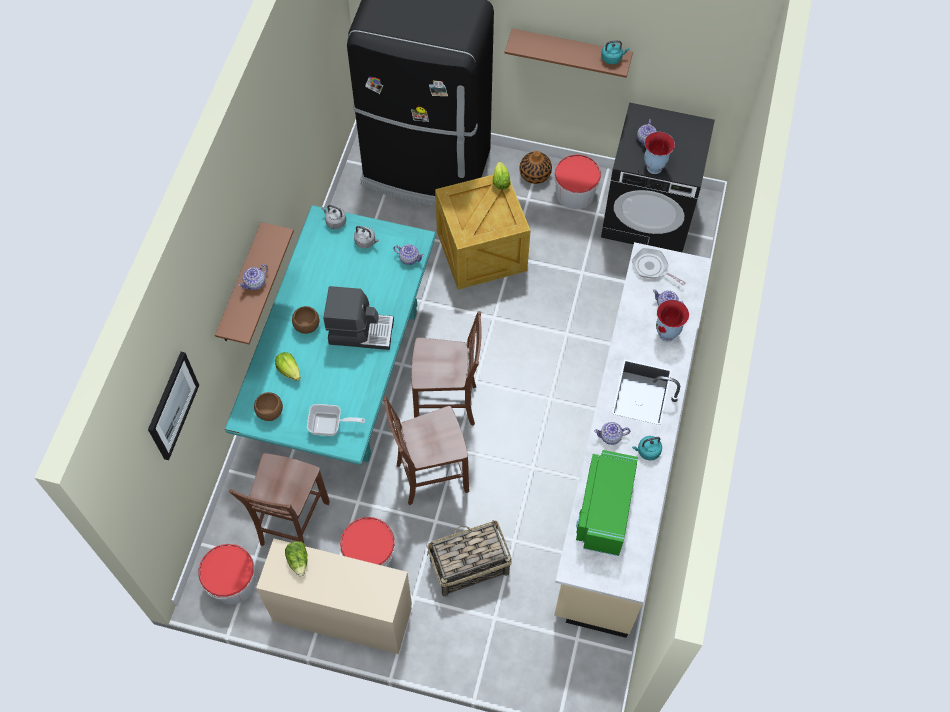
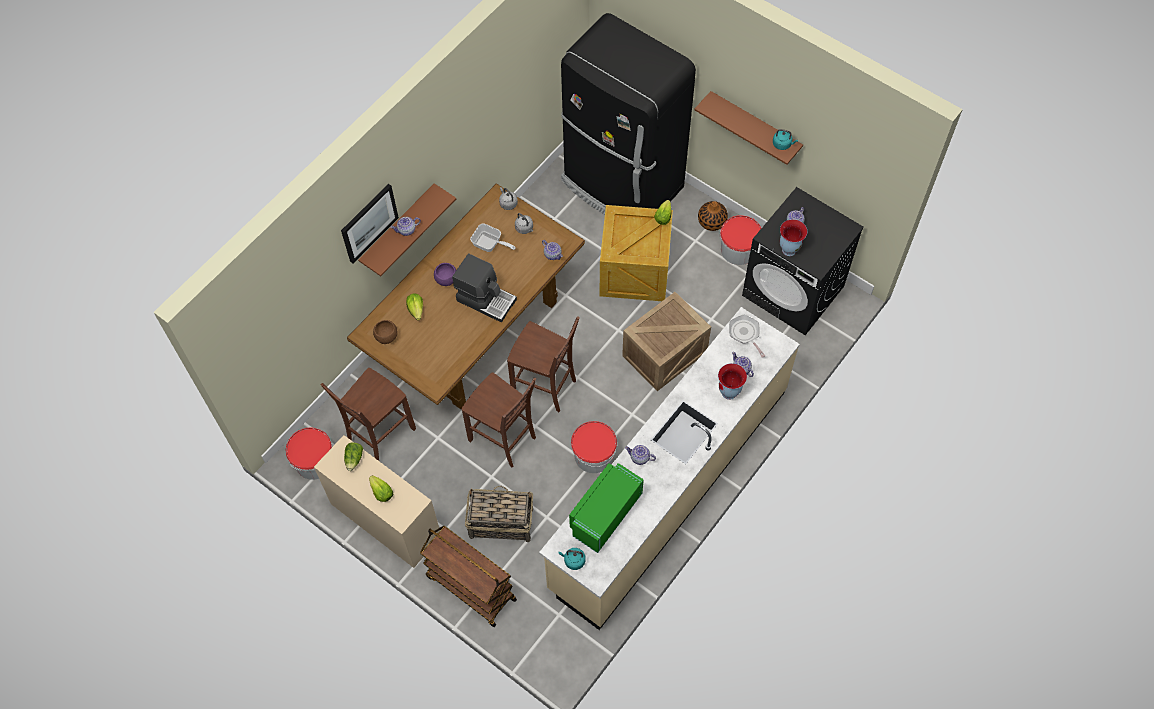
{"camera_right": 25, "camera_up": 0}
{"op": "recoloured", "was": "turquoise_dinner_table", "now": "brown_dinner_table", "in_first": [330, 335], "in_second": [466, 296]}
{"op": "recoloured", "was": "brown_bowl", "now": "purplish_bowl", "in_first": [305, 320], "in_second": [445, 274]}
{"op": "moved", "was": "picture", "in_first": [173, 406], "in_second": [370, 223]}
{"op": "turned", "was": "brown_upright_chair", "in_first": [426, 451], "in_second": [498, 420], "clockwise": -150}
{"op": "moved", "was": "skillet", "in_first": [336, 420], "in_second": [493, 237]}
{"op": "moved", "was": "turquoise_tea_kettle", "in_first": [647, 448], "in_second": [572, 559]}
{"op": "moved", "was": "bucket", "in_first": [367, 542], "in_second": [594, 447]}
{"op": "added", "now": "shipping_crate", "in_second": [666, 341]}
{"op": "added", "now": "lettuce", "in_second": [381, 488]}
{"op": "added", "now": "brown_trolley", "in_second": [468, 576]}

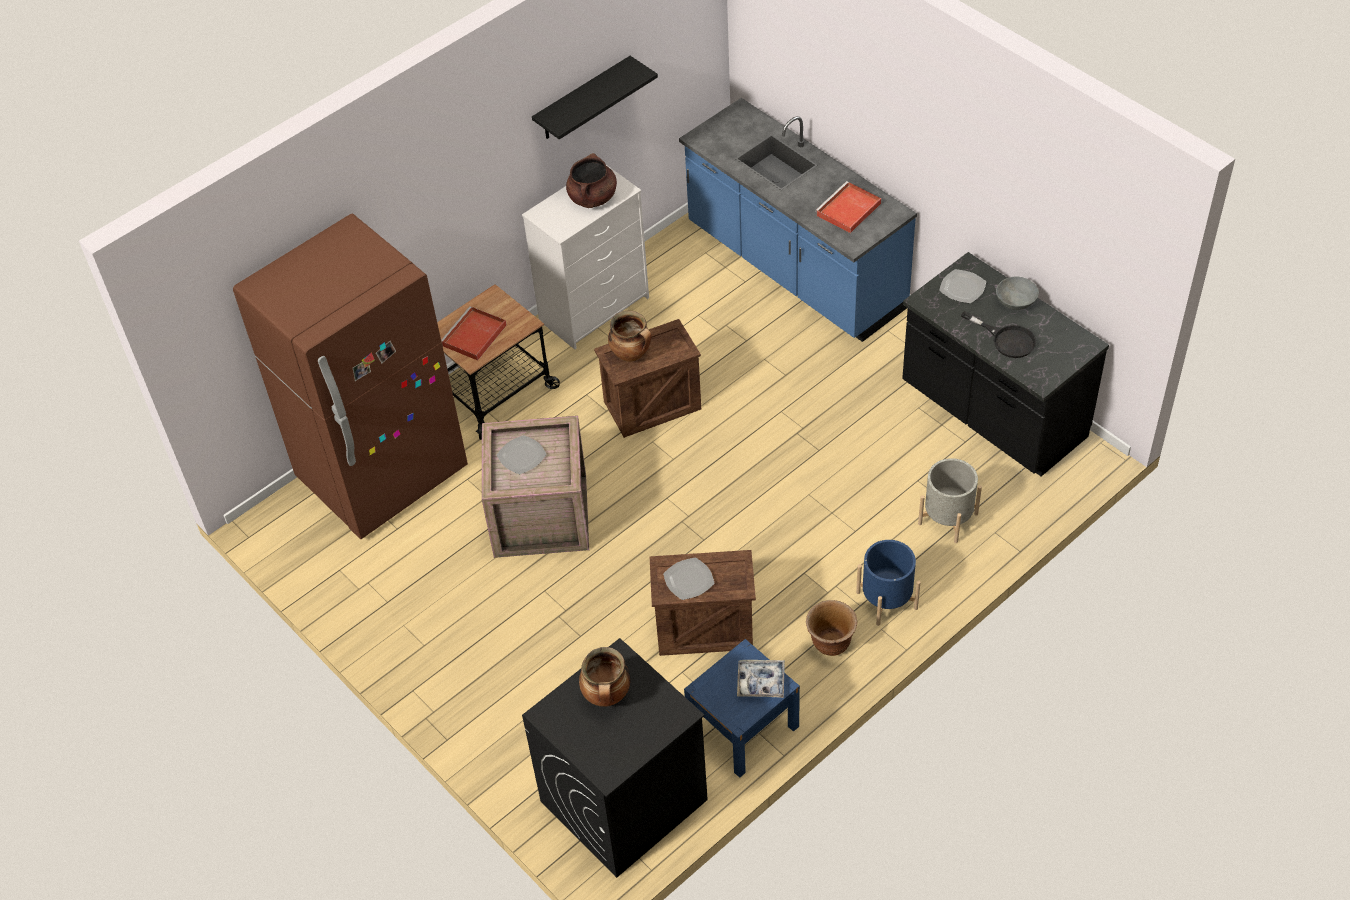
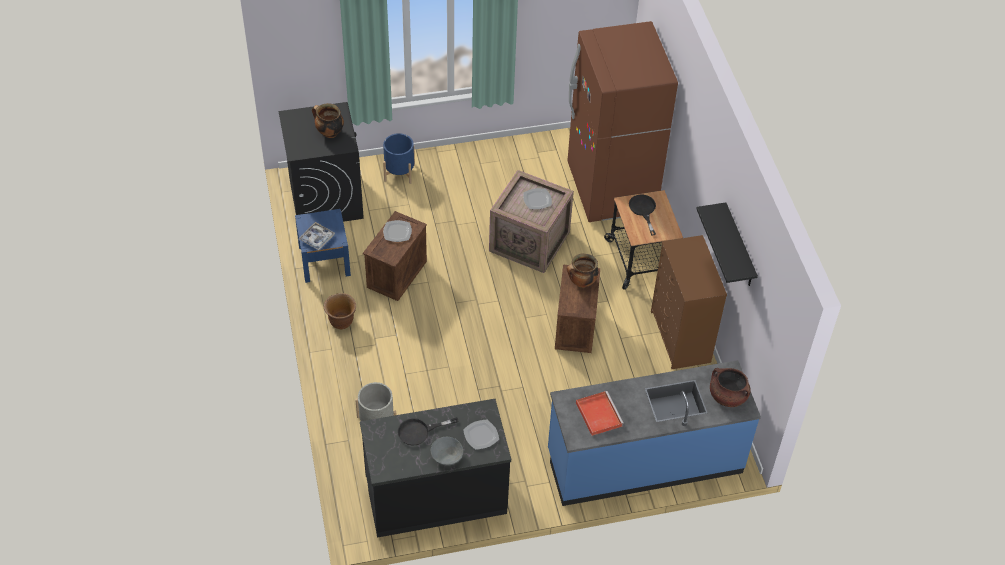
{"camera_right": 115, "camera_up": 0}
{"op": "moved", "was": "brown_saucepot", "in_first": [591, 180], "in_second": [730, 387]}
{"op": "recoloured", "was": "whitish_chest_of_drawers", "now": "brown_chest_of_drawers", "in_first": [585, 257], "in_second": [689, 302]}
{"op": "replaced", "was": "red-coloured_tray", "now": "black_skillet", "in_first": [474, 333], "in_second": [642, 215]}
{"op": "moved", "was": "blue-coloured_flower_pot", "in_first": [888, 583], "in_second": [399, 158]}

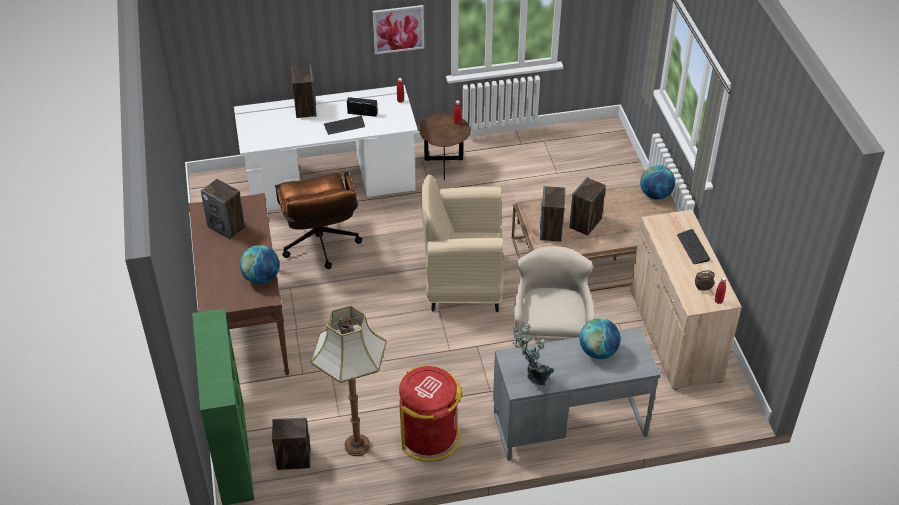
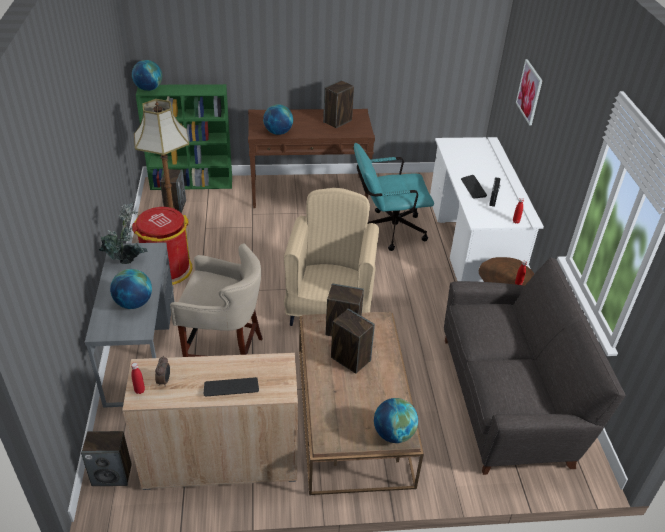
{"camera_right": 95, "camera_up": -5}
{"op": "moved", "was": "picture", "in_first": [398, 29], "in_second": [529, 92]}
{"op": "moved", "was": "loudspeaker", "in_first": [304, 91], "in_second": [106, 458]}
{"op": "recoloured", "was": "brown_desk_chair", "now": "turquoise_desk_chair", "in_first": [318, 220], "in_second": [394, 197]}
{"op": "added", "now": "desk_globe", "in_second": [147, 75]}
{"op": "added", "now": "greyish_sofa", "in_second": [535, 366]}

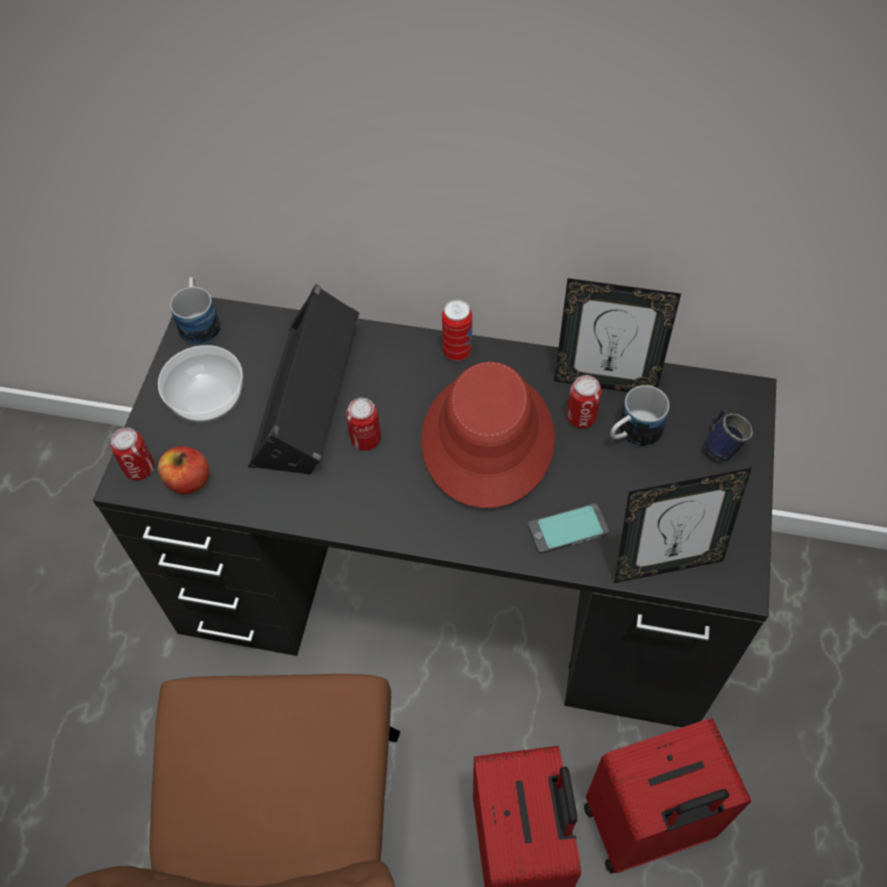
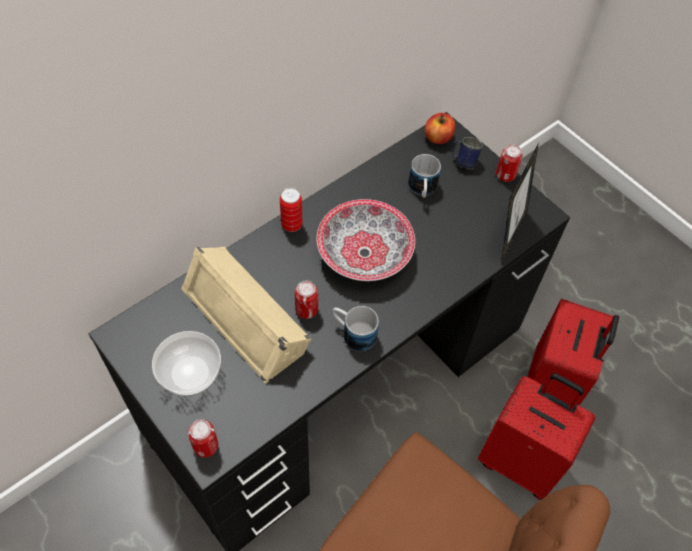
{"camera_right": -55, "camera_up": 0}
{"op": "moved", "was": "mug", "in_first": [195, 311], "in_second": [355, 328]}
{"op": "removed", "was": "picture_frame", "in_first": [617, 335]}
{"op": "recoloured", "was": "black_loudspeaker", "now": "beige-coloured_loudspeaker", "in_first": [303, 379], "in_second": [246, 315]}
{"op": "replaced", "was": "red-coloured_hat", "now": "bowl", "in_first": [488, 435], "in_second": [365, 240]}
{"op": "moved", "was": "can", "in_first": [584, 401], "in_second": [509, 163]}
{"op": "moved", "was": "whole_apple", "in_first": [183, 470], "in_second": [440, 128]}
{"op": "removed", "was": "telephone", "in_first": [568, 529]}

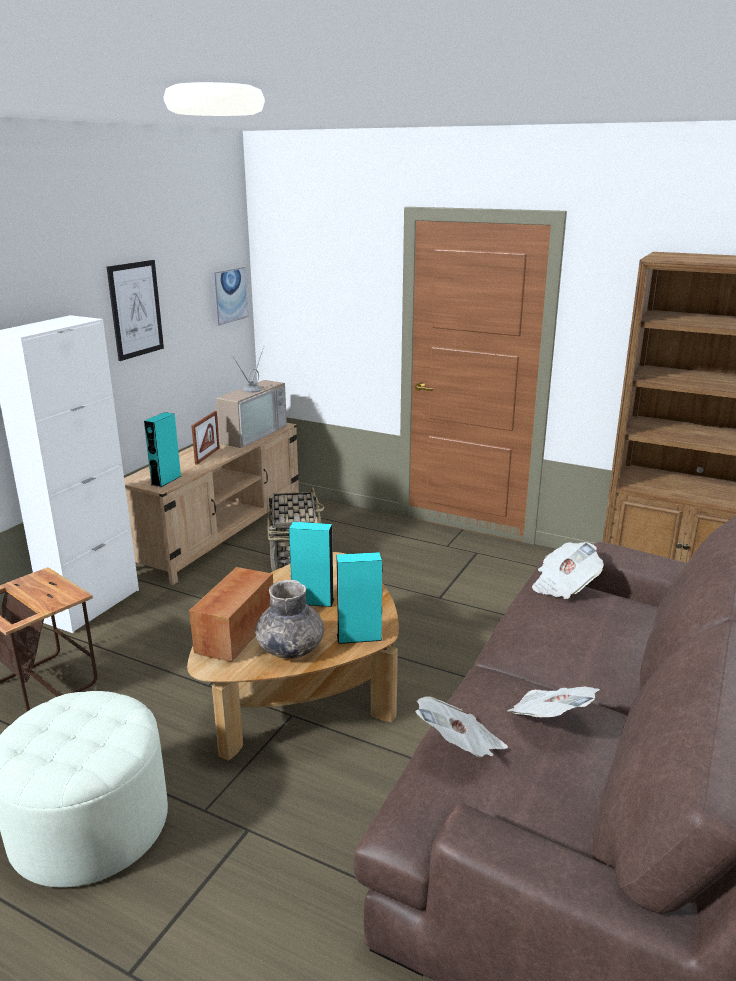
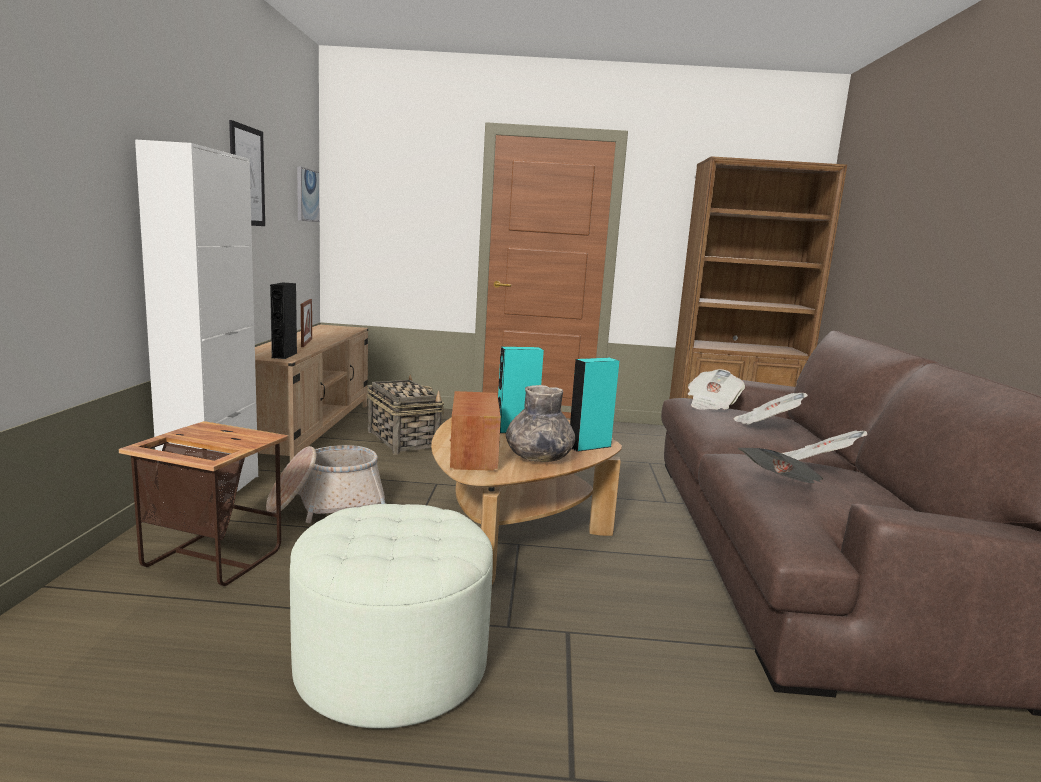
{"camera_right": -25, "camera_up": -10}
{"op": "removed", "was": "TV", "in_first": [251, 397]}
{"op": "recoloured", "was": "turquoise_loudspeaker", "now": "black_loudspeaker", "in_first": [162, 449], "in_second": [283, 321]}
{"op": "added", "now": "newspaper", "in_second": [771, 409]}
{"op": "added", "now": "household_basket", "in_second": [326, 484]}

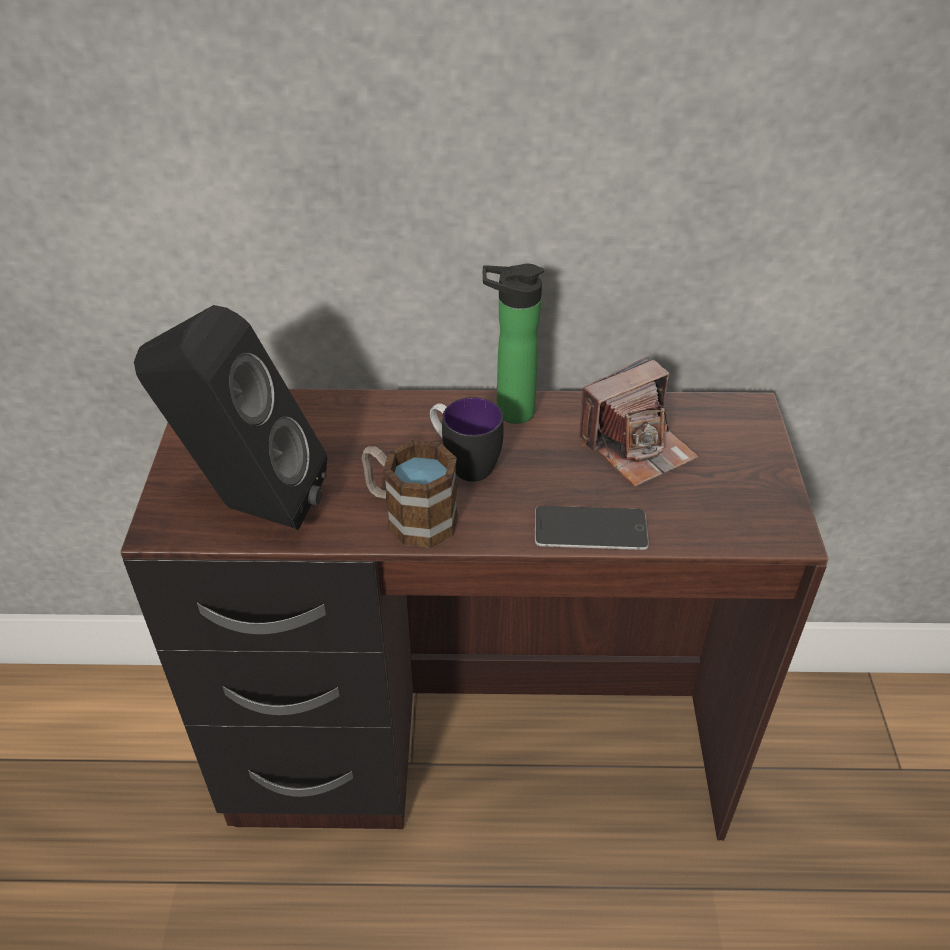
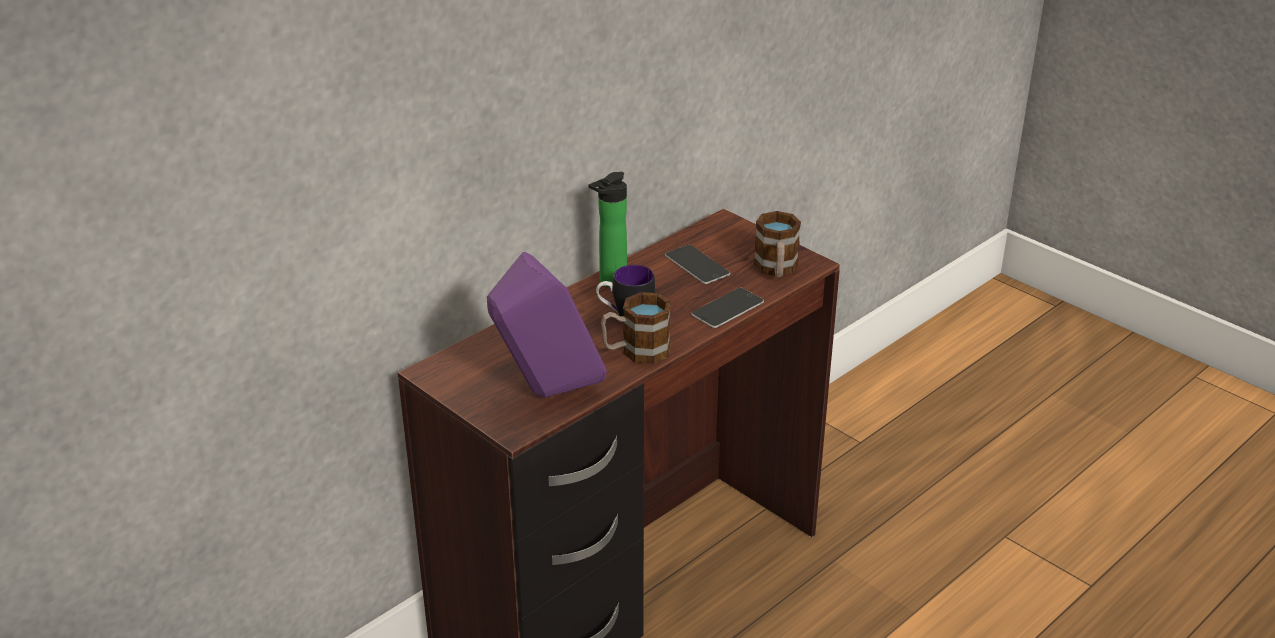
{"camera_right": -45, "camera_up": -10}
{"op": "recoloured", "was": "black_loudspeaker", "now": "purplish_loudspeaker", "in_first": [230, 417], "in_second": [547, 325]}
{"op": "replaced", "was": "still_camera", "now": "telephone", "in_first": [639, 421], "in_second": [697, 264]}
{"op": "added", "now": "mug", "in_second": [777, 244]}

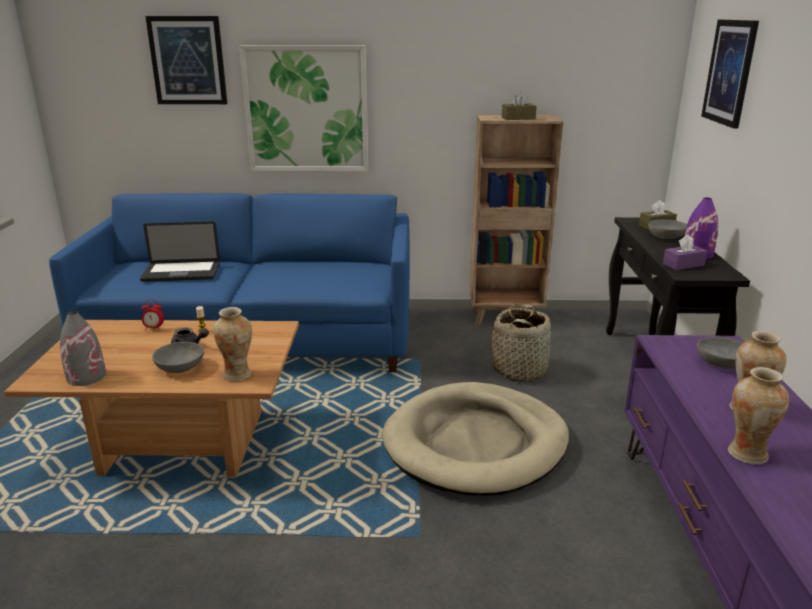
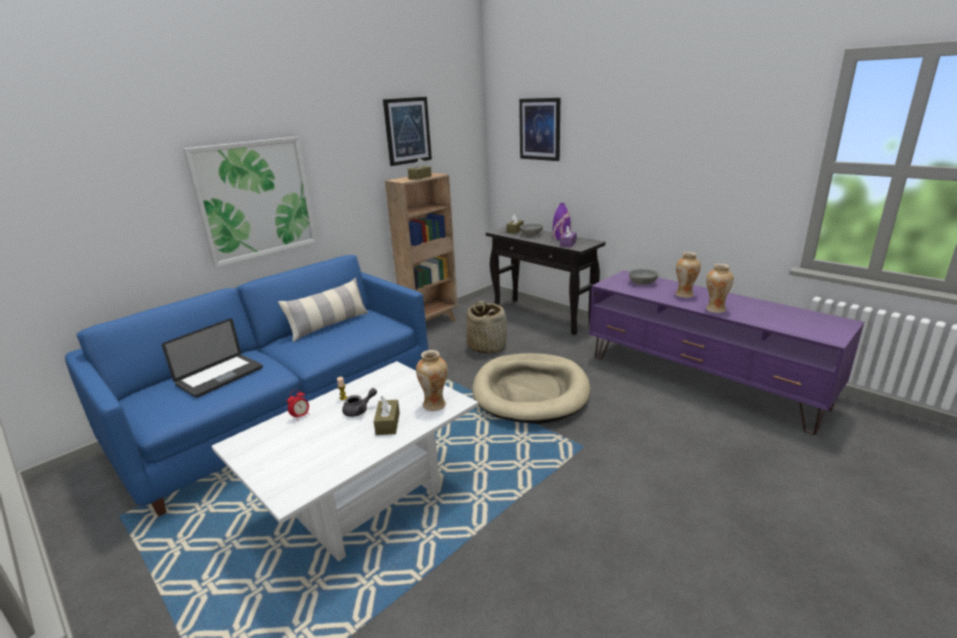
{"camera_right": -45, "camera_up": 0}
{"op": "moved", "was": "picture", "in_first": [186, 60], "in_second": [407, 131]}
{"op": "removed", "was": "greyish_vase", "in_first": [83, 348]}
{"op": "recoloured", "was": "brown_coffee_table", "now": "whitish_coffee_table", "in_first": [151, 398], "in_second": [345, 461]}
{"op": "replaced", "was": "greyish_bowl", "now": "brown_box_of_tissues", "in_first": [178, 357], "in_second": [387, 415]}
{"op": "added", "now": "throw_pillow", "in_second": [323, 310]}

